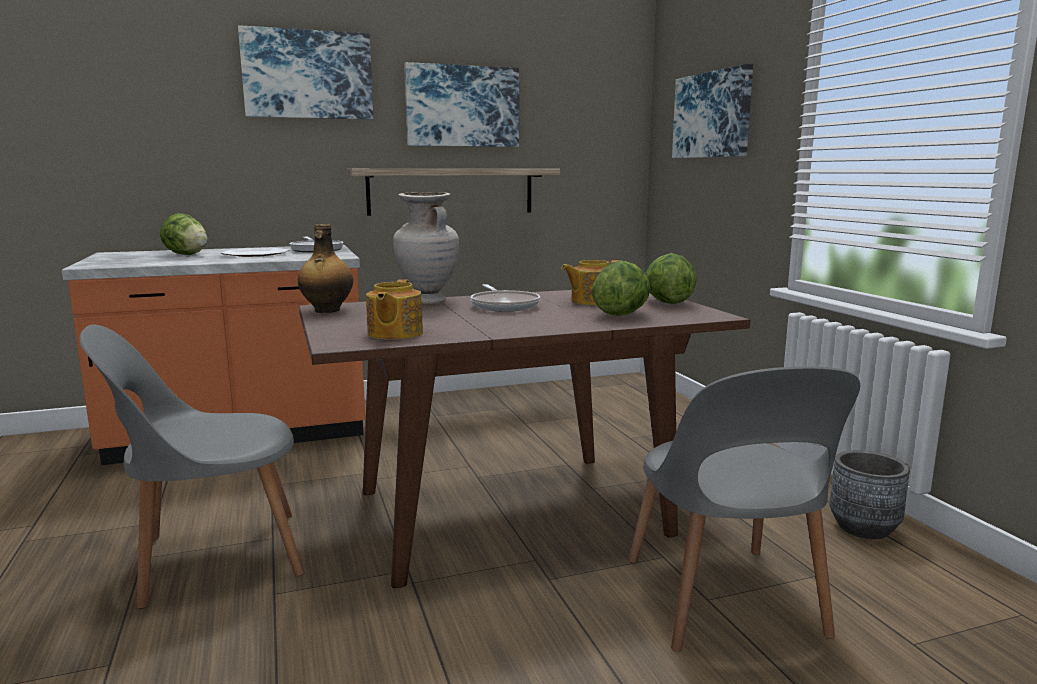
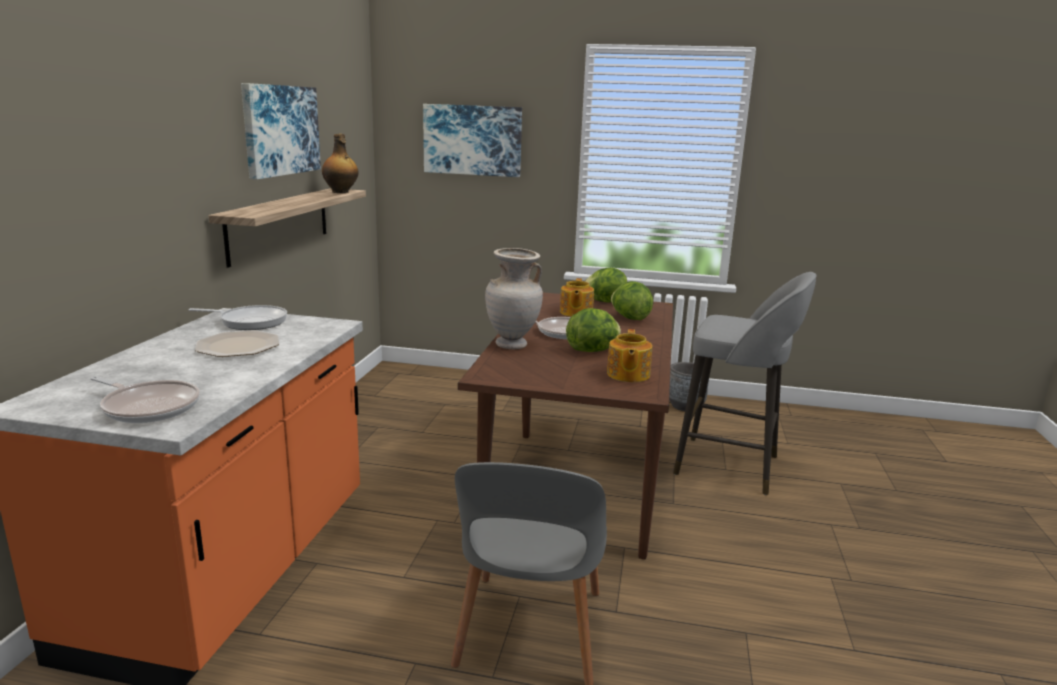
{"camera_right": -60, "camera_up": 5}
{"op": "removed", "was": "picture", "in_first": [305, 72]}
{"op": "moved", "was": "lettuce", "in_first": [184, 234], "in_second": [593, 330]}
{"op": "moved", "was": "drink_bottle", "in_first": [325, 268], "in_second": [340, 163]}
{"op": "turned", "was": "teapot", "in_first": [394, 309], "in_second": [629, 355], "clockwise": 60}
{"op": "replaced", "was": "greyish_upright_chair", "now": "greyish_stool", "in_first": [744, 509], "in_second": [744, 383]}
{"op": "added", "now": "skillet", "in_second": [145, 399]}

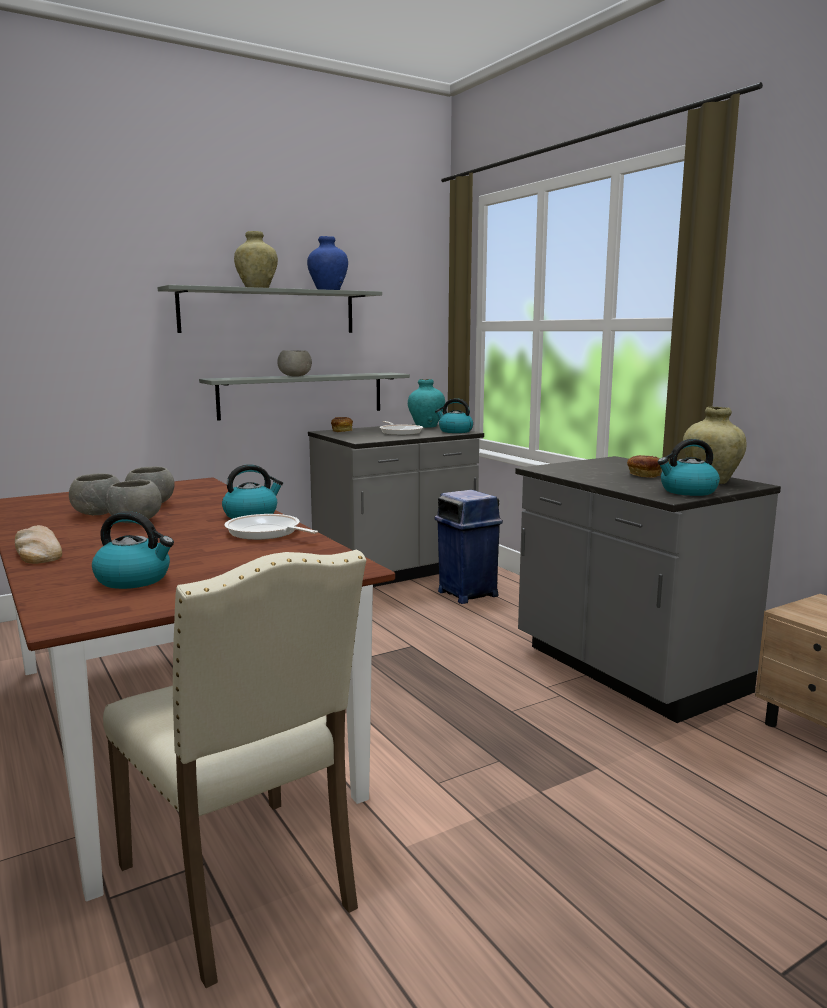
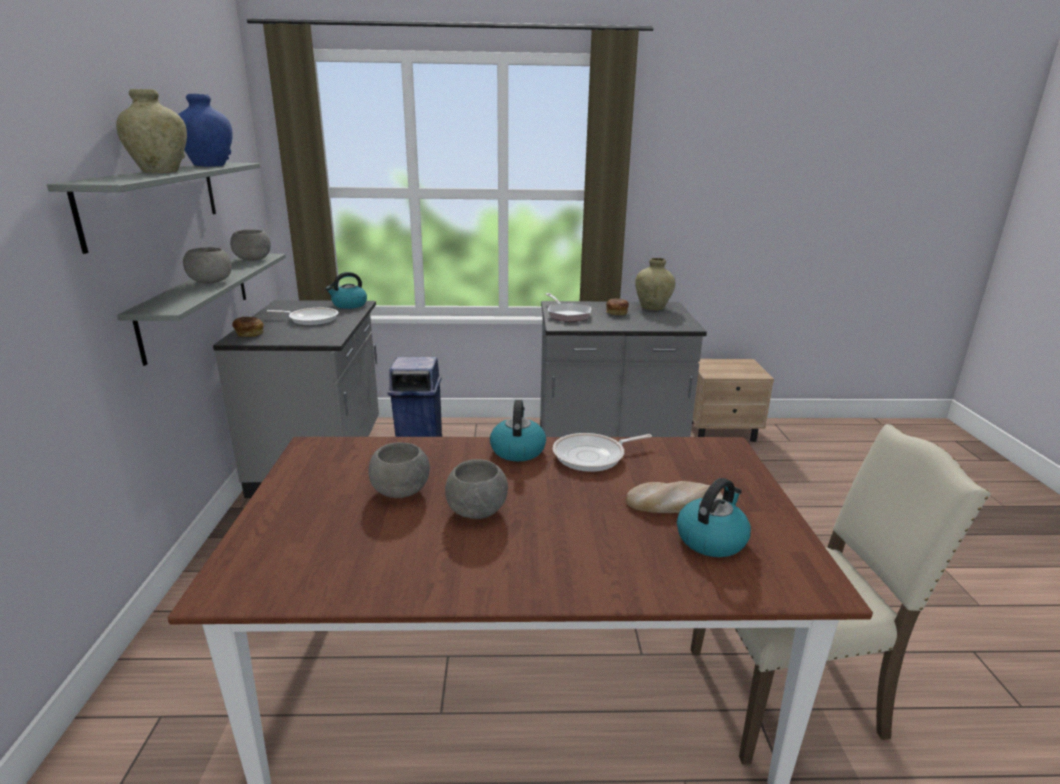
{"camera_right": -60, "camera_up": 10}
{"op": "removed", "was": "turquoise_vase", "in_first": [426, 403]}
{"op": "removed", "was": "tea_kettle", "in_first": [689, 467]}
{"op": "moved", "was": "greyish_bowl", "in_first": [94, 494], "in_second": [250, 245]}
{"op": "moved", "was": "baked_bread", "in_first": [38, 544], "in_second": [674, 497]}
{"op": "added", "now": "skillet", "in_second": [568, 307]}

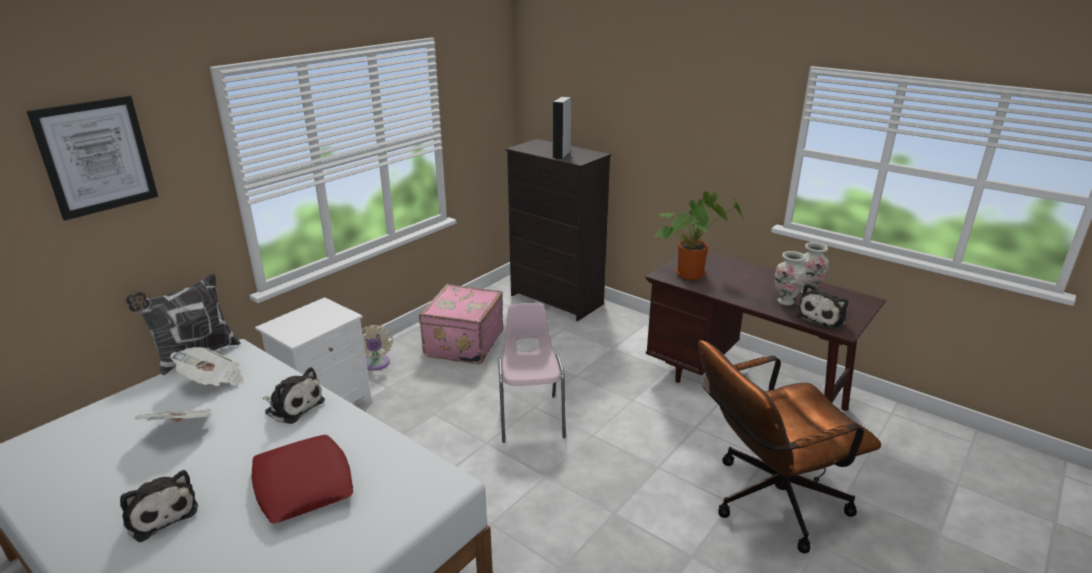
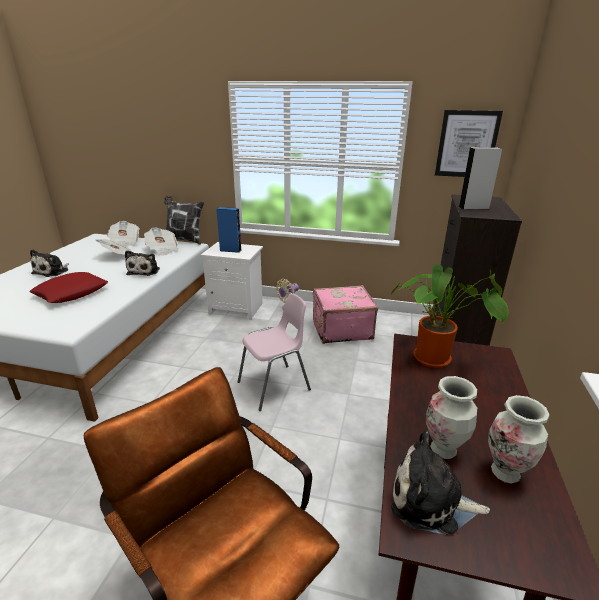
{"camera_right": 65, "camera_up": 0}
{"op": "moved", "was": "picture", "in_first": [92, 158], "in_second": [469, 143]}
{"op": "added", "now": "blue-coloured_loudspeaker", "in_second": [229, 230]}
{"op": "added", "now": "newspaper", "in_second": [123, 234]}

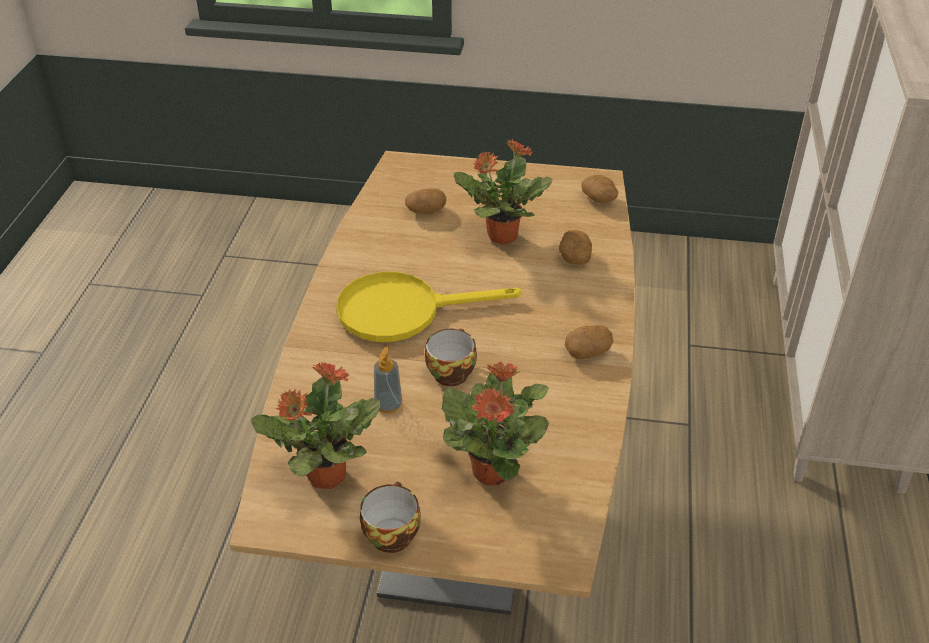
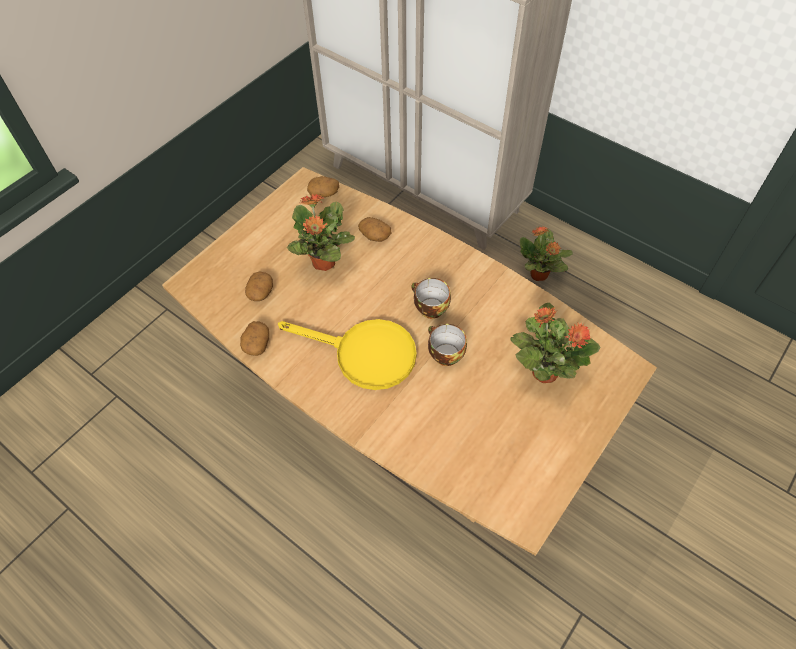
{"camera_right": -60, "camera_up": 15}
{"op": "turned", "was": "yellowish_skillet", "in_first": [428, 307], "in_second": [347, 354], "clockwise": -90}
{"op": "moved", "was": "whole_potato", "in_first": [589, 342], "in_second": [254, 338]}
{"op": "removed", "was": "soap_dispenser", "in_first": [388, 380]}
{"op": "moved", "was": "potted_plant", "in_first": [315, 425], "in_second": [546, 254]}
{"op": "moved", "was": "small_cup", "in_first": [390, 517], "in_second": [431, 298]}

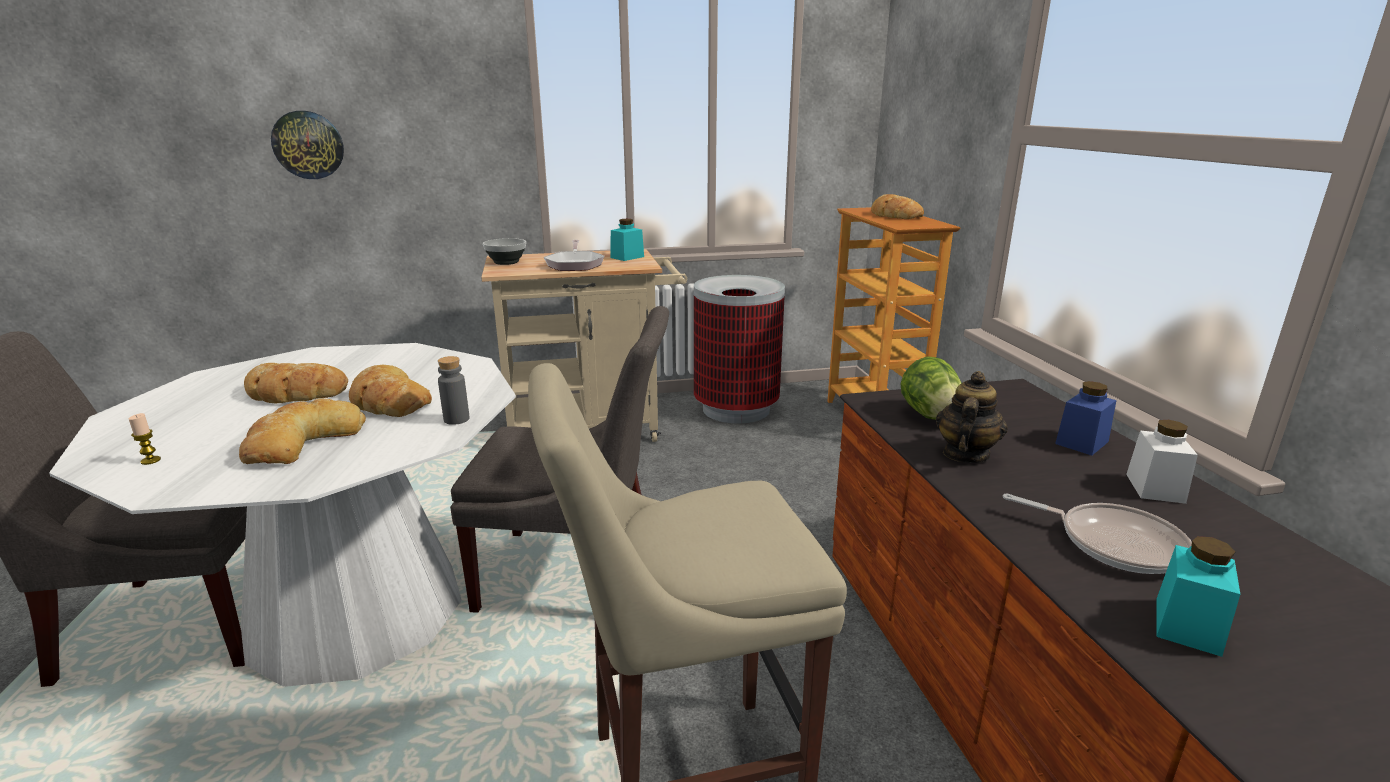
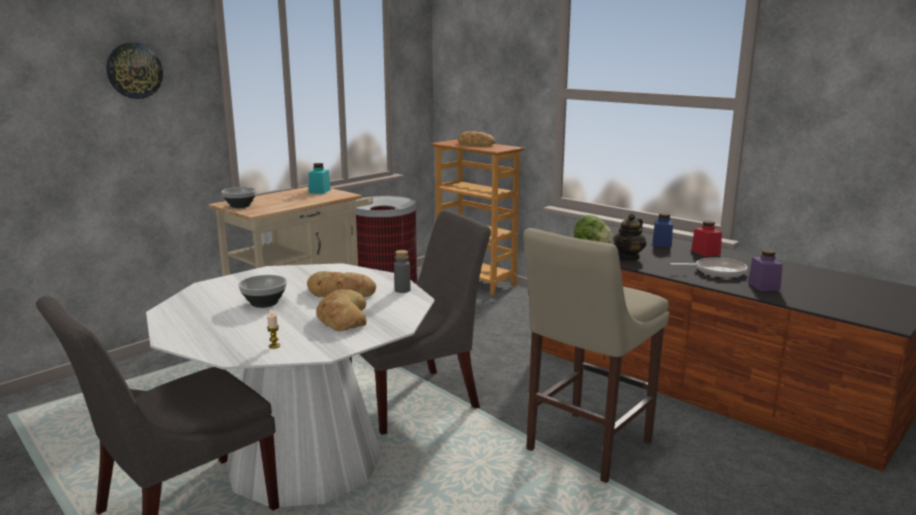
{"camera_right": -35, "camera_up": -5}
{"op": "moved", "was": "hanging_clock", "in_first": [307, 145], "in_second": [134, 71]}
{"op": "removed", "was": "skillet", "in_first": [574, 255]}
{"op": "replaced", "was": "baked_bread", "now": "bowl", "in_first": [296, 383], "in_second": [262, 291]}
{"op": "turned", "was": "teapot", "in_first": [972, 417], "in_second": [629, 237], "clockwise": -135}
{"op": "recoloured", "was": "whitish_jar", "now": "red-coloured_jar", "in_first": [1162, 462], "in_second": [706, 239]}
{"op": "recoloured", "was": "turquoise_jar", "now": "purplish_jar", "in_first": [1198, 596], "in_second": [765, 270]}

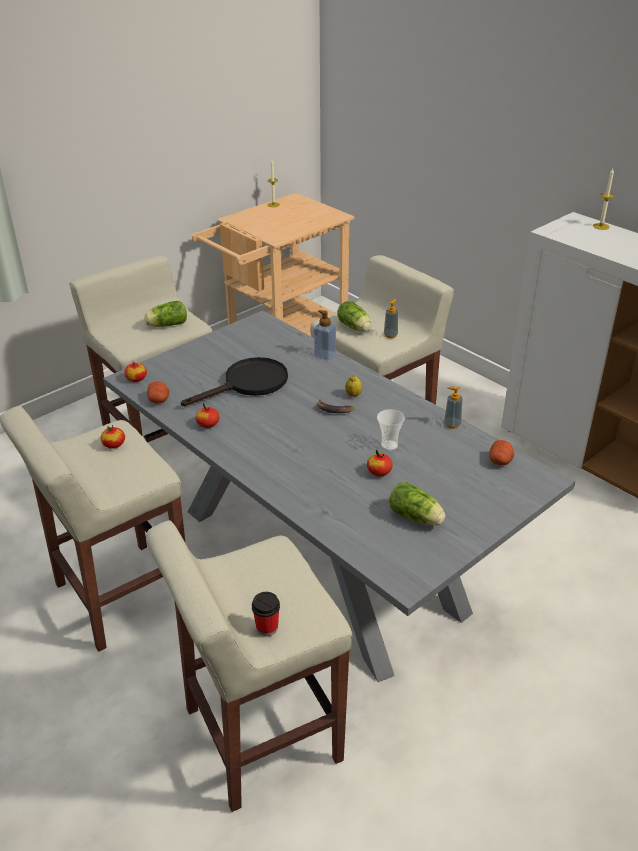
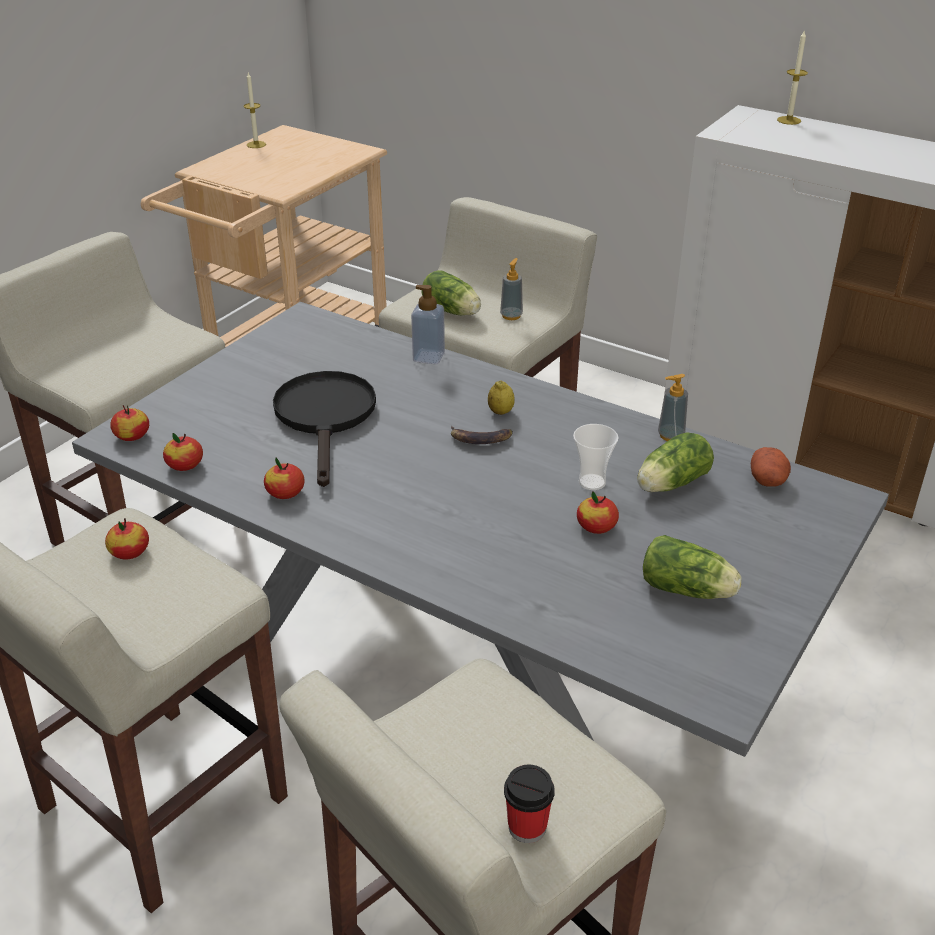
{"camera_right": -15, "camera_up": 0}
{"op": "moved", "was": "lettuce", "in_first": [165, 314], "in_second": [675, 462]}
{"op": "turned", "was": "black_skillet", "in_first": [234, 381], "in_second": [324, 429], "clockwise": -45}
{"op": "replaced", "was": "whole_potato", "now": "whole_apple", "in_first": [158, 392], "in_second": [183, 452]}

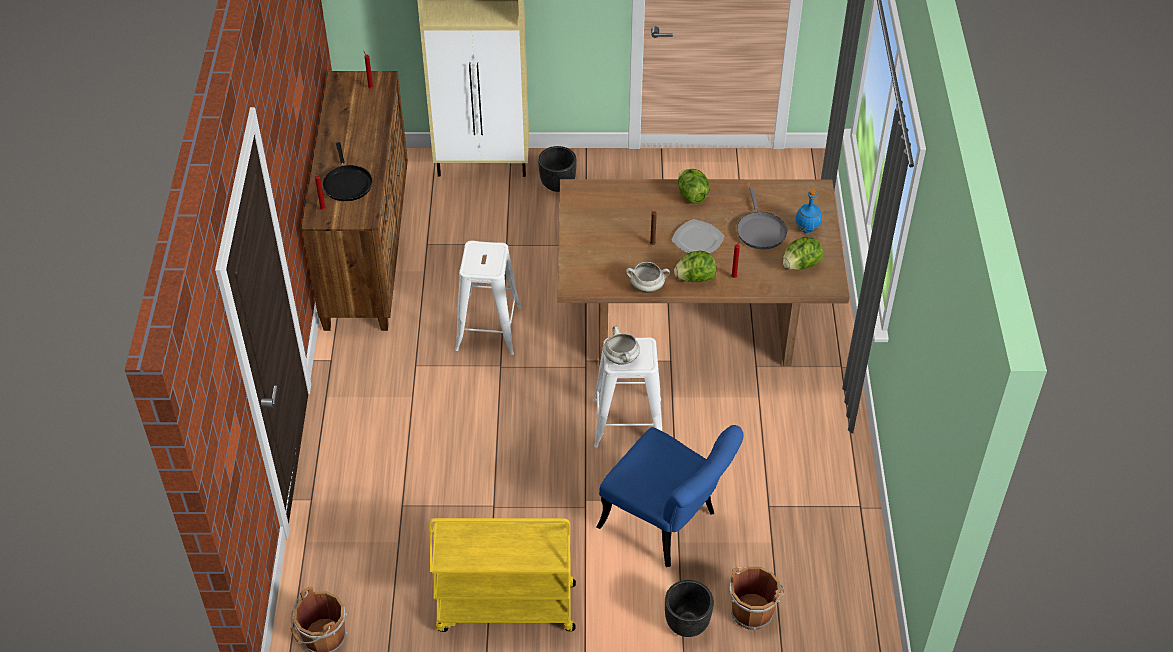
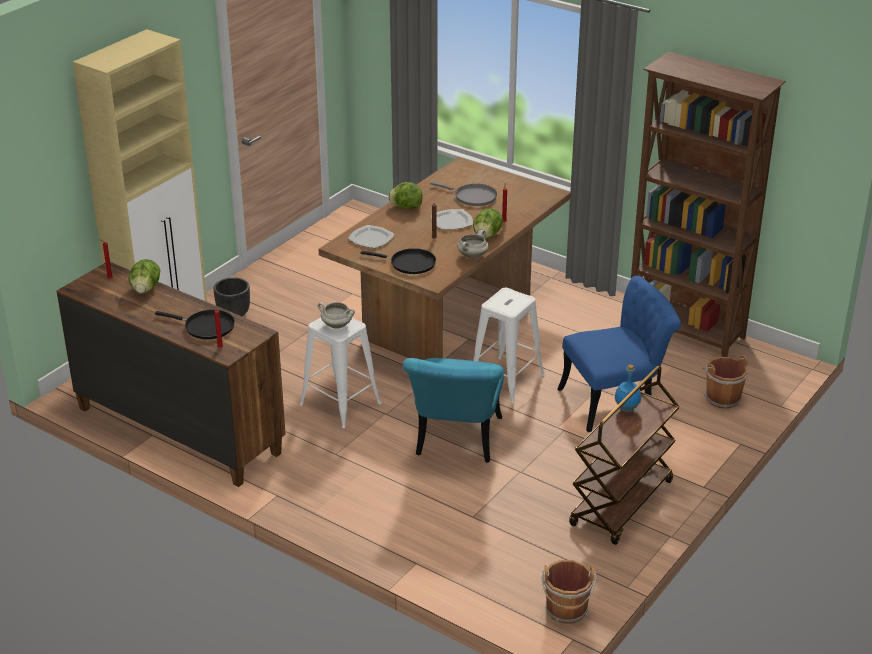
{"camera_right": -55, "camera_up": -15}
{"op": "moved", "was": "blue-coloured_drink_bottle", "in_first": [808, 211], "in_second": [627, 388]}
{"op": "moved", "was": "lettuce", "in_first": [803, 253], "in_second": [145, 276]}
{"op": "moved", "was": "whitish_saucepot", "in_first": [621, 345], "in_second": [336, 315]}
{"op": "recoloured", "was": "yellowish_trolley", "now": "brown_trolley", "in_first": [502, 575], "in_second": [624, 455]}
{"op": "removed", "was": "black_flower_pot", "in_first": [689, 608]}
{"op": "added", "now": "brown_shelving_unit", "in_second": [708, 204]}
{"op": "added", "now": "dinner_plate", "in_second": [371, 236]}
{"op": "added", "now": "black_skillet", "in_second": [398, 261]}
{"op": "added", "now": "turquoise_upright_chair", "in_second": [453, 410]}

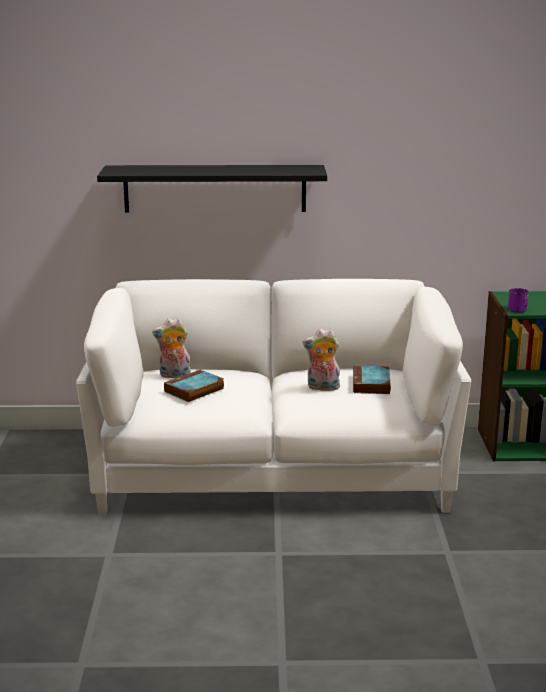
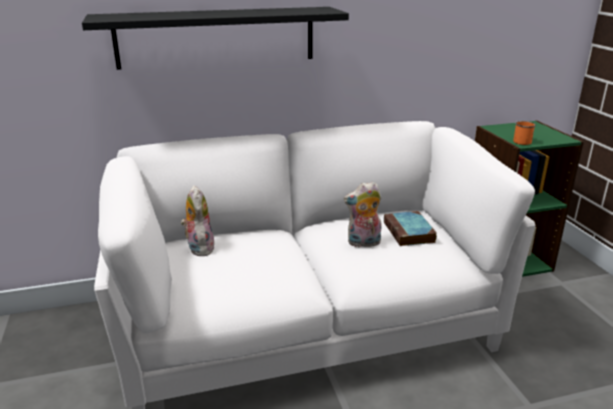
{"camera_right": -15, "camera_up": 5}
{"op": "recoloured", "was": "purplish_mug", "now": "orangey_mug", "in_first": [518, 300], "in_second": [524, 133]}
{"op": "turned", "was": "soft_toy", "in_first": [171, 348], "in_second": [197, 220], "clockwise": 90}
{"op": "removed", "was": "book", "in_first": [194, 386]}

